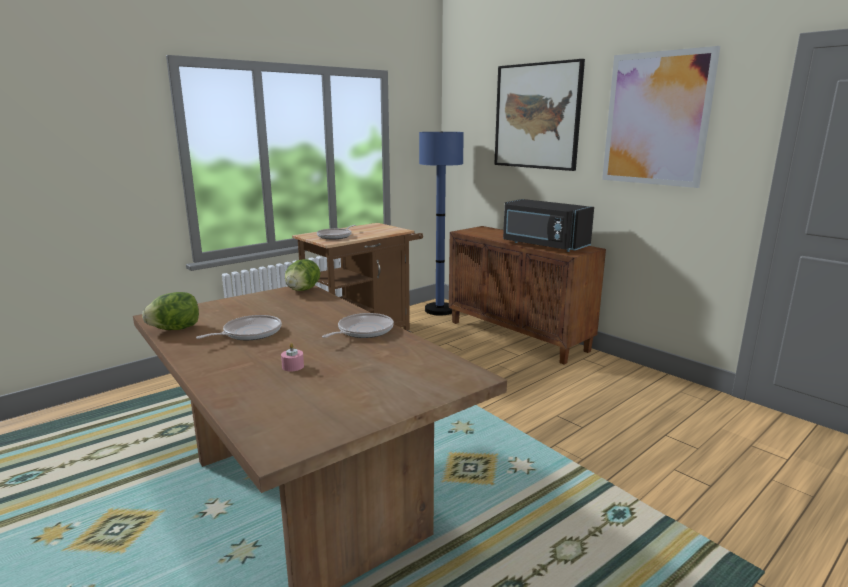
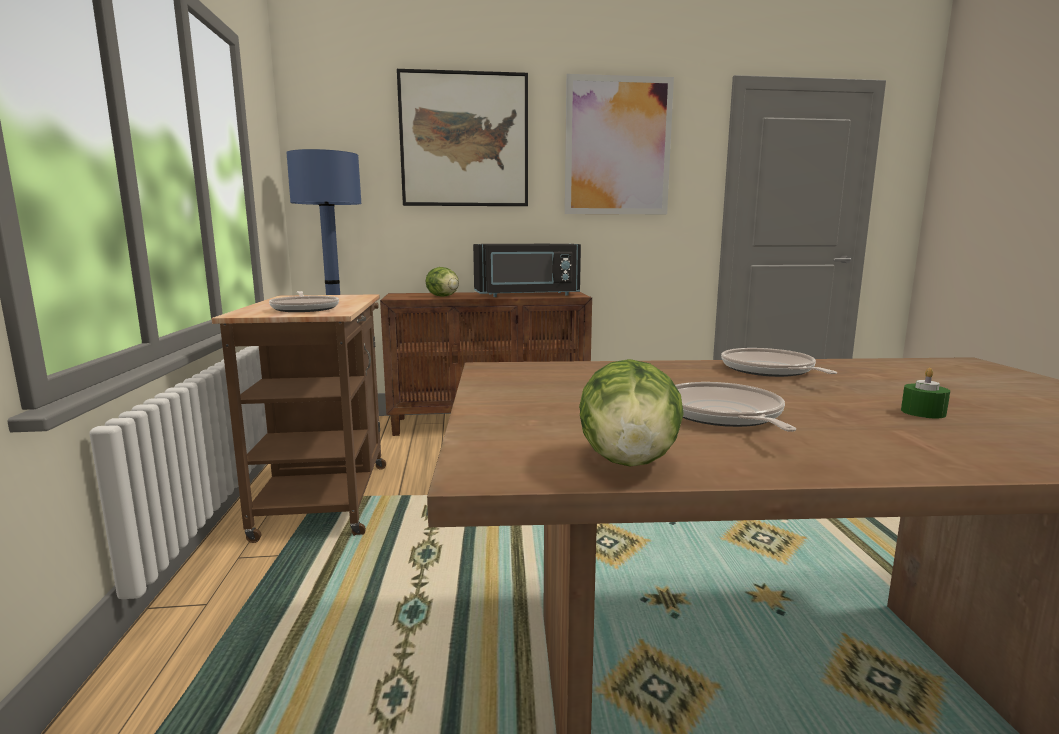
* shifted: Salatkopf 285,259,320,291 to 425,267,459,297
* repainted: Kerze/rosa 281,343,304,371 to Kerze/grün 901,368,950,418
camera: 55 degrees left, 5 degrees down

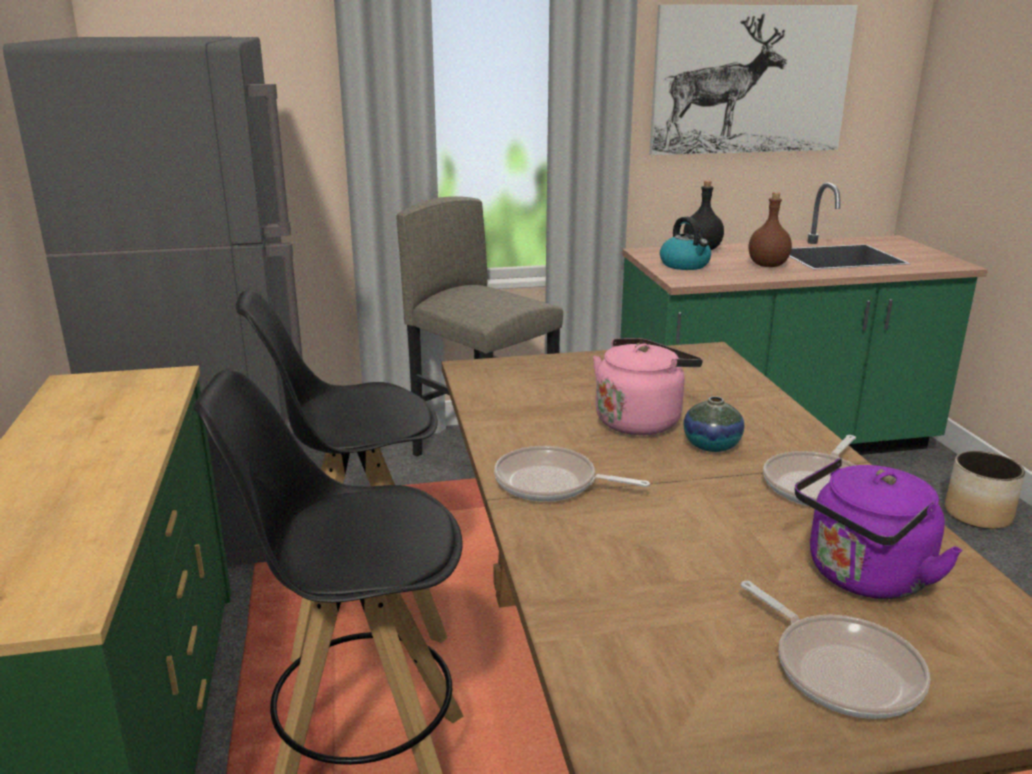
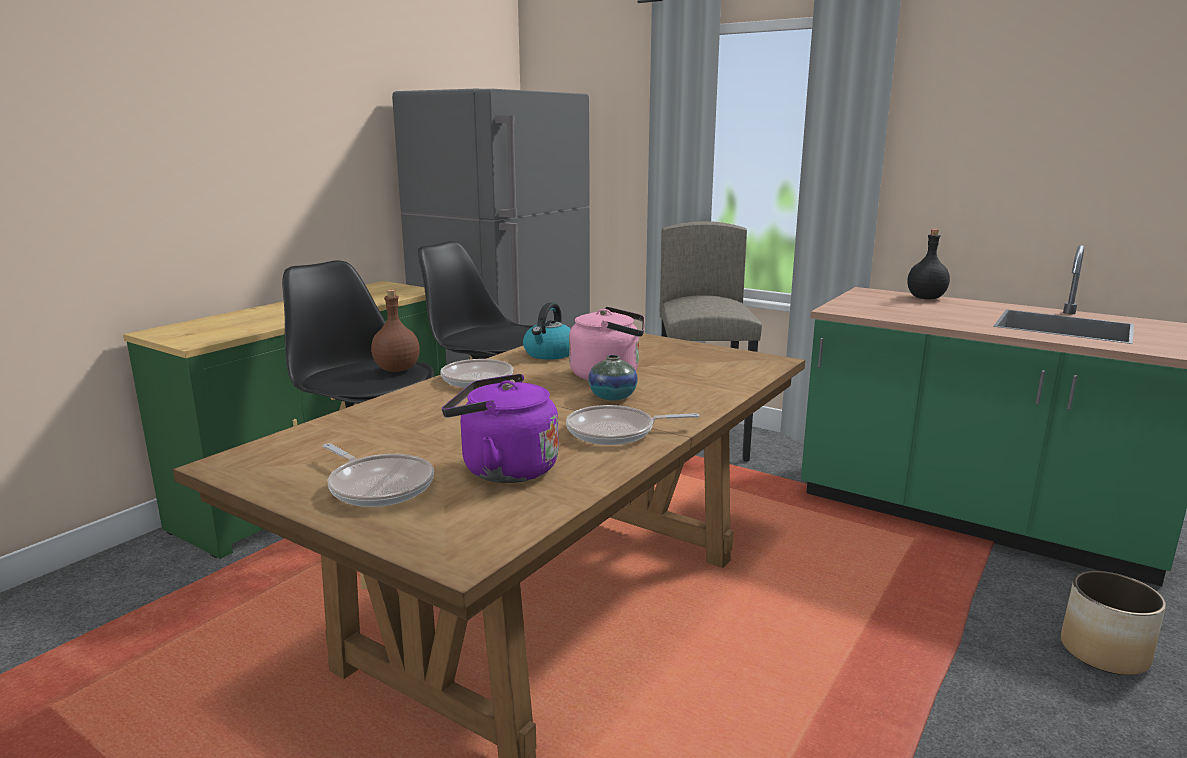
* rotated: Pfanne 741,581,930,719 = 323,443,434,507 60 degrees counterclockwise
* shifted: Flasche/braun 749,192,792,267 to 371,290,420,372
* shifted: Wasserkessel 660,217,711,270 to 523,302,571,360
* gone: Bild 649,5,858,155
camera: 45 degrees right, 5 degrees down

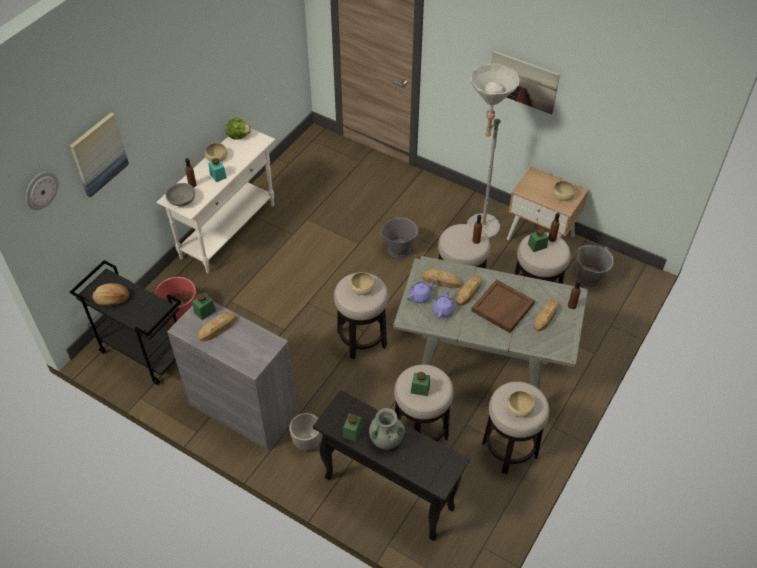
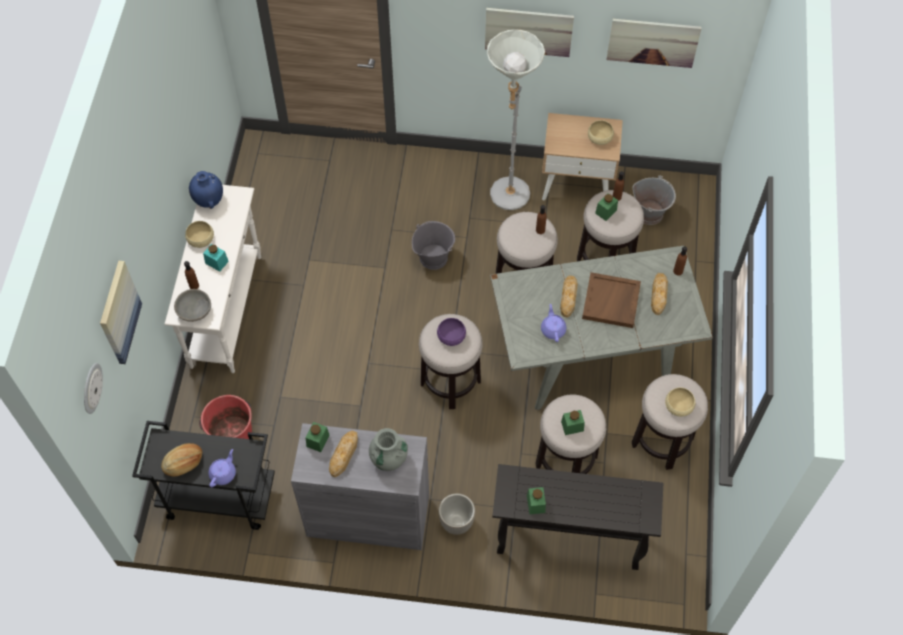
* swapped: Salatkopf 225,118,251,140 to Vase/blau 189,171,223,209
* shifted: Teekanne/lila 407,279,436,303 to 208,449,236,487
* shifted: Vase/grau 369,408,405,450 to 369,428,408,471
* repainted: Schüssel/beige 350,272,375,295 to Schüssel/lila 437,318,466,346
* new: Bild 607,19,702,68
* gone: Brot 422,269,462,288
camera: 25 degrees left, 10 degrees up

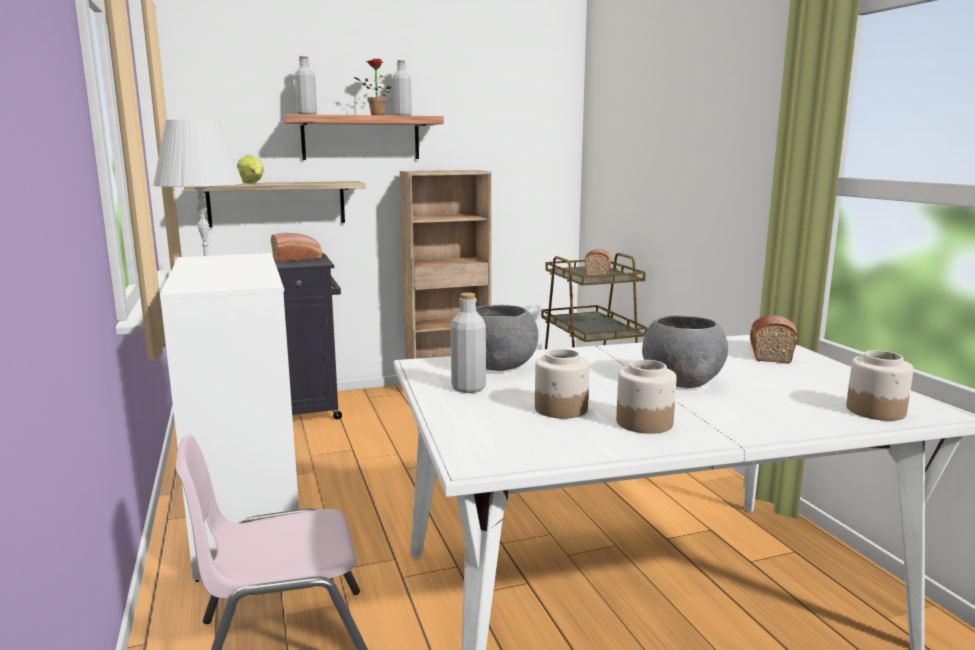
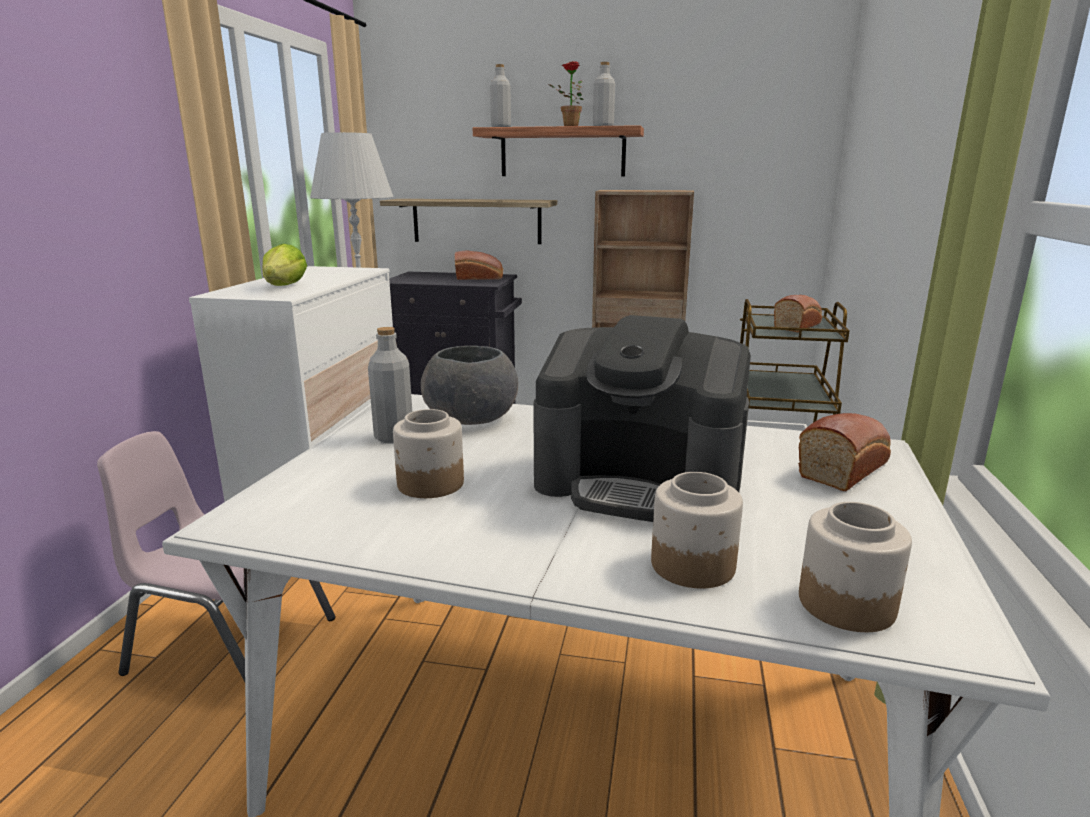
* shifted: Salatkopf 237,155,264,183 to 262,244,307,286
* swapped: Schüssel/grau 642,315,728,388 to Kaffeemaschine 533,315,751,522
* shifted: Vorratsglas 616,360,677,434 to 651,472,743,588
camera: 30 degrees right, 5 degrees up

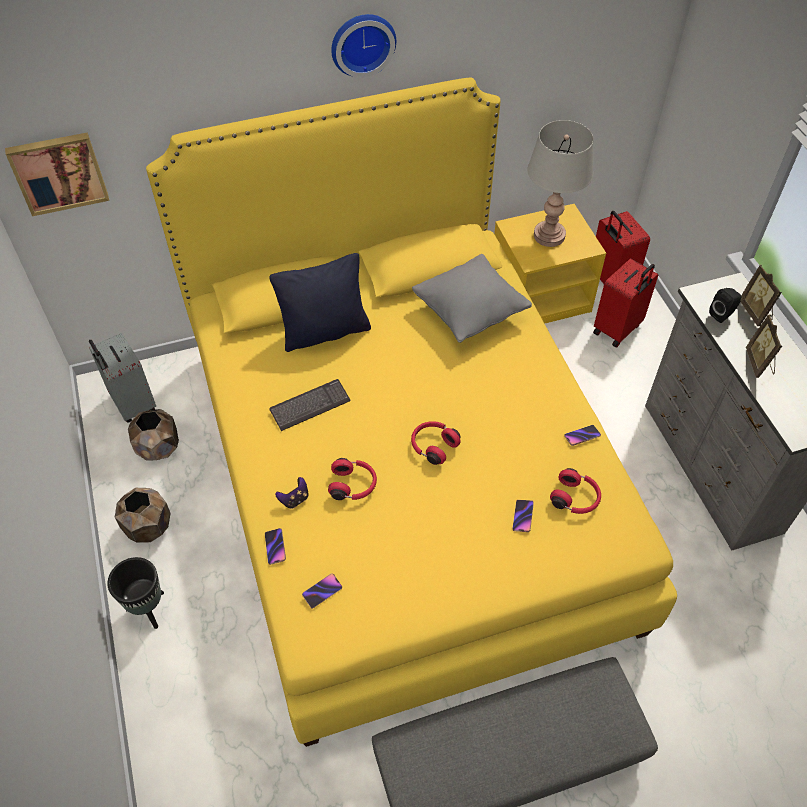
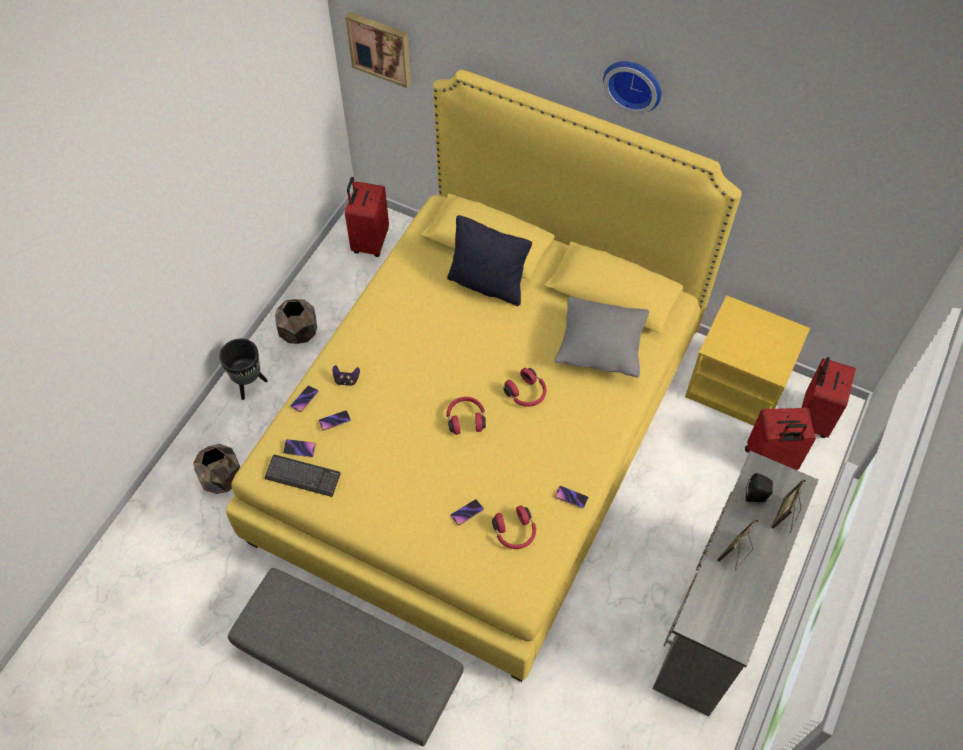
* shifted: Pflanzkübel/braun 128,409,179,461 to 193,444,240,494
* shifted: Tastatur 269,379,351,431 to 264,455,341,497
* new: Handy 319,410,351,431
* repainted: Koffer/grau 89,333,156,423 to Koffer/rot 345,177,389,257
* shifted: Kopfhörer/rot 328,458,377,500 to 503,368,546,407
* gone: Tischlampe/grau 527,120,594,247
camera: 45 degrees right, 5 degrees up

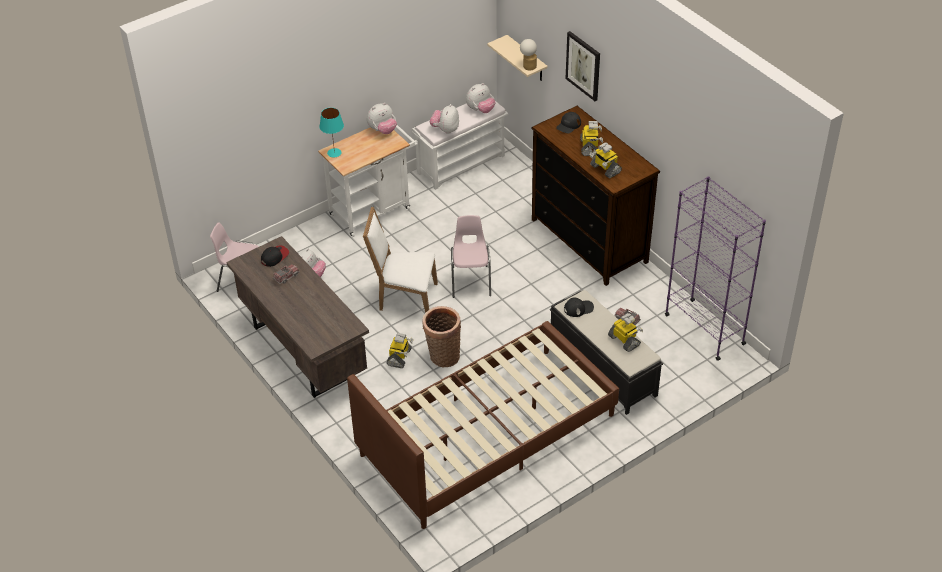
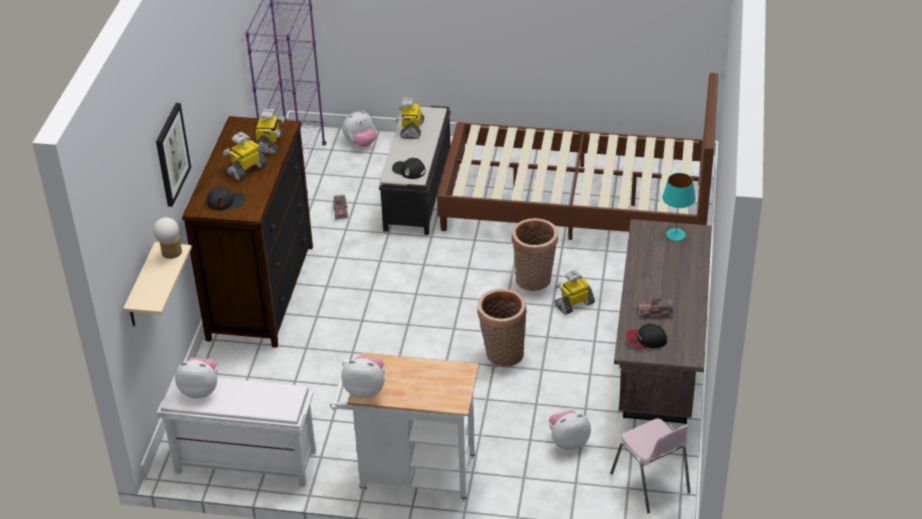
* shifted: Plüschtier 430,104,459,134 to 343,110,377,147
* swapped: Stuhl/weiß 363,207,438,313 to Korb 477,289,527,367
* shifted: Tischlampe/türkis 319,108,344,157 to 662,173,696,241
* gone: Stuhl/rosa 451,215,491,298
camera: 135 degrees left, 5 degrees down

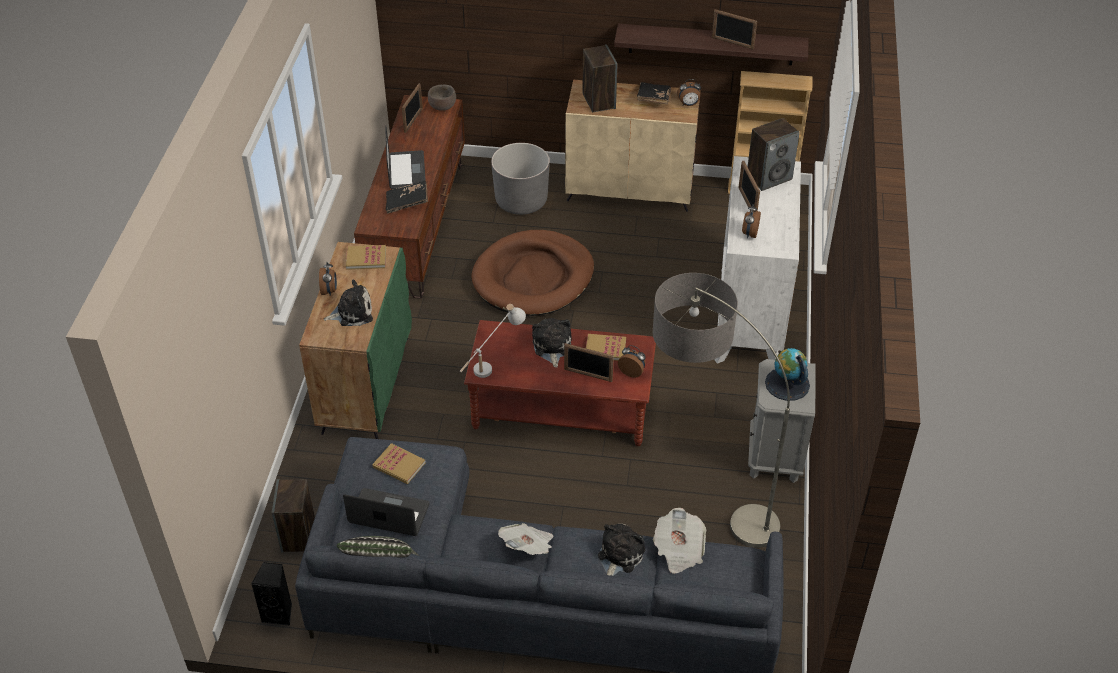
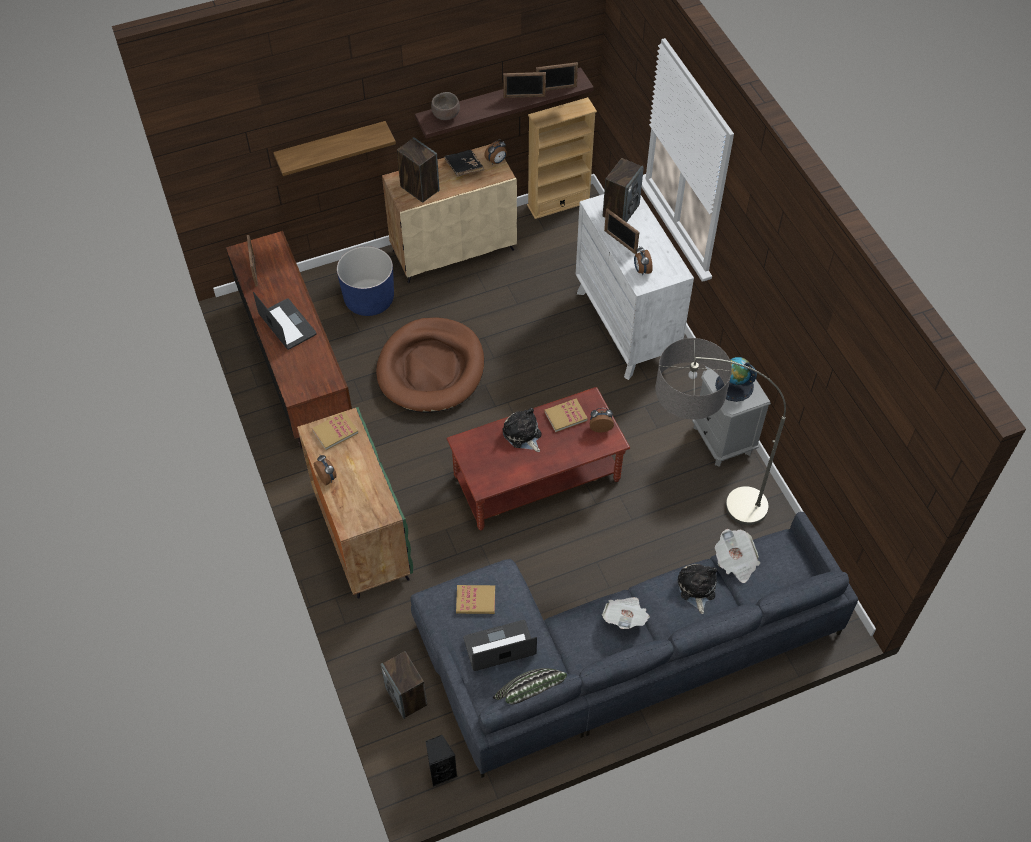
* new: Wandregal 273,121,396,176
* repainted: Pflanzkübel/grau 491,143,550,215 to Pflanzkübel/blau 337,246,394,316
* shifted: Schüssel/braun 428,85,456,111 to 431,92,460,120
* shifted: Bilderrahmen 564,343,614,382 to 536,62,578,91
* gone: Plüschtier 324,280,373,326
* gone: Buch/schwarz 386,181,428,214
* gone: Tischlampe/weiß 460,304,526,378
camera: 30 degrees left, 10 degrees up

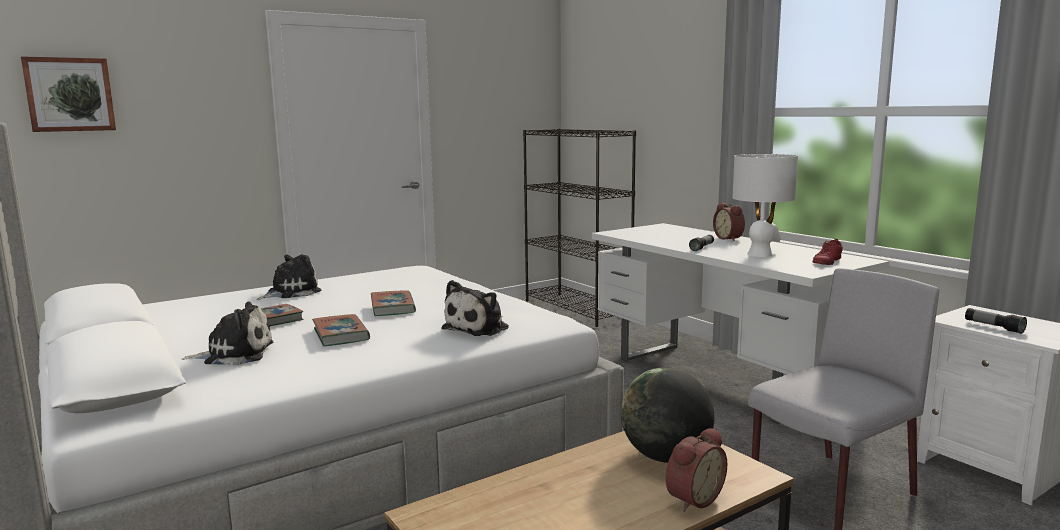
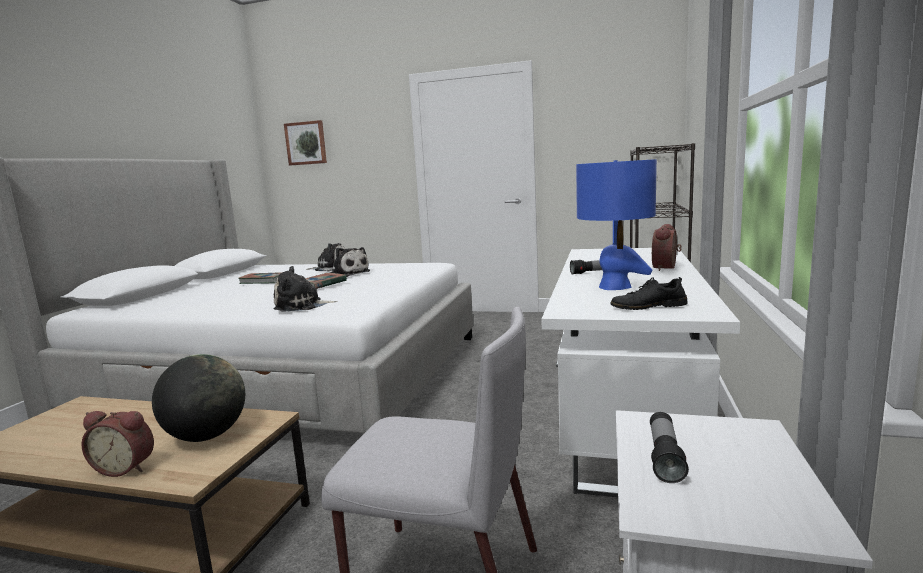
* shifted: Plüschtier 182,302,274,365 to 330,247,370,277
* repainted: Tischlampe/weiß 732,154,798,257 to Tischlampe/blau 576,159,657,290
* repainted: Schuh/rot 813,239,843,265 to Schuh/schwarz 610,277,688,310
* gone: Buch 312,314,370,346
camera: 50 degrees right, 0 degrees up

